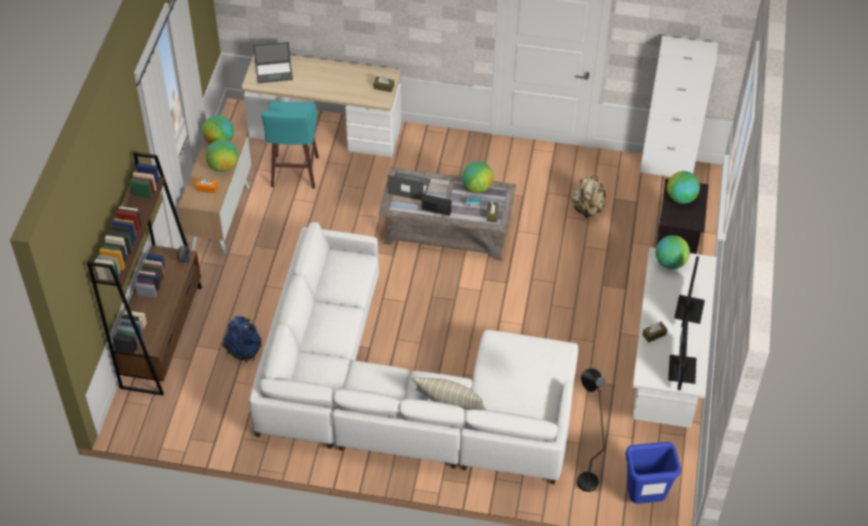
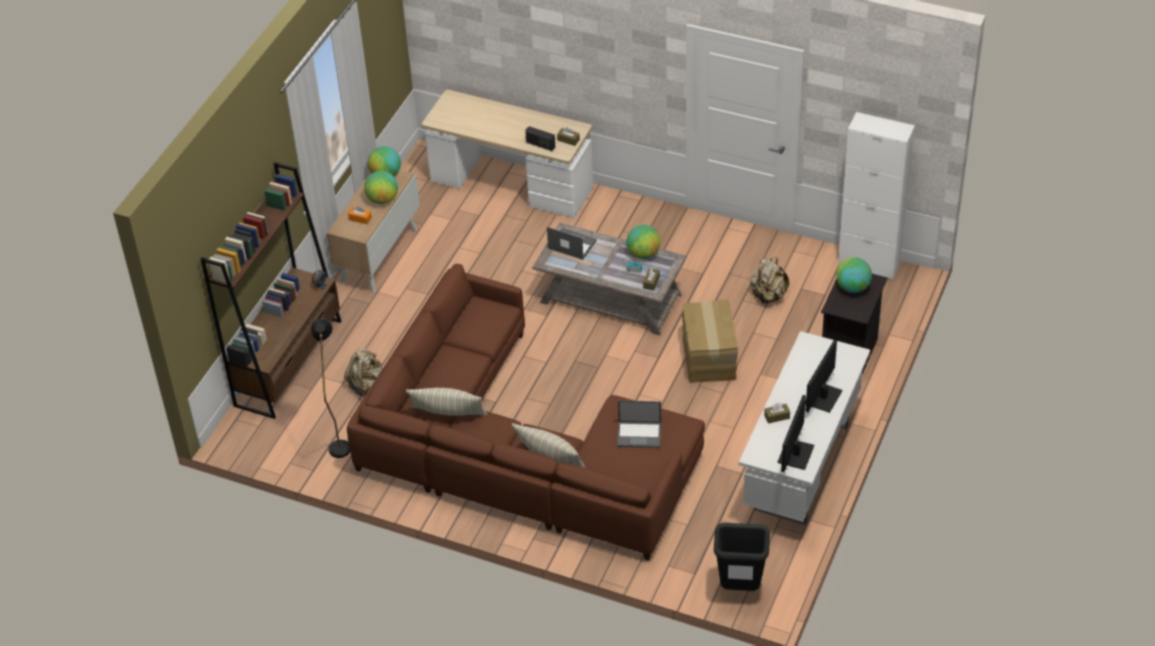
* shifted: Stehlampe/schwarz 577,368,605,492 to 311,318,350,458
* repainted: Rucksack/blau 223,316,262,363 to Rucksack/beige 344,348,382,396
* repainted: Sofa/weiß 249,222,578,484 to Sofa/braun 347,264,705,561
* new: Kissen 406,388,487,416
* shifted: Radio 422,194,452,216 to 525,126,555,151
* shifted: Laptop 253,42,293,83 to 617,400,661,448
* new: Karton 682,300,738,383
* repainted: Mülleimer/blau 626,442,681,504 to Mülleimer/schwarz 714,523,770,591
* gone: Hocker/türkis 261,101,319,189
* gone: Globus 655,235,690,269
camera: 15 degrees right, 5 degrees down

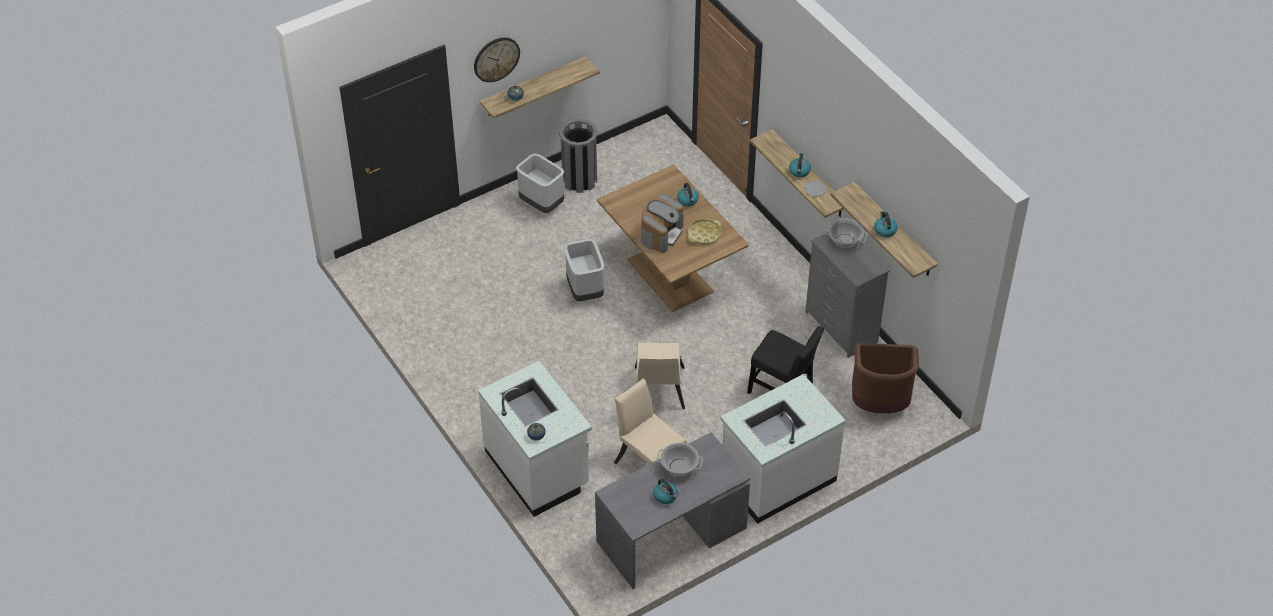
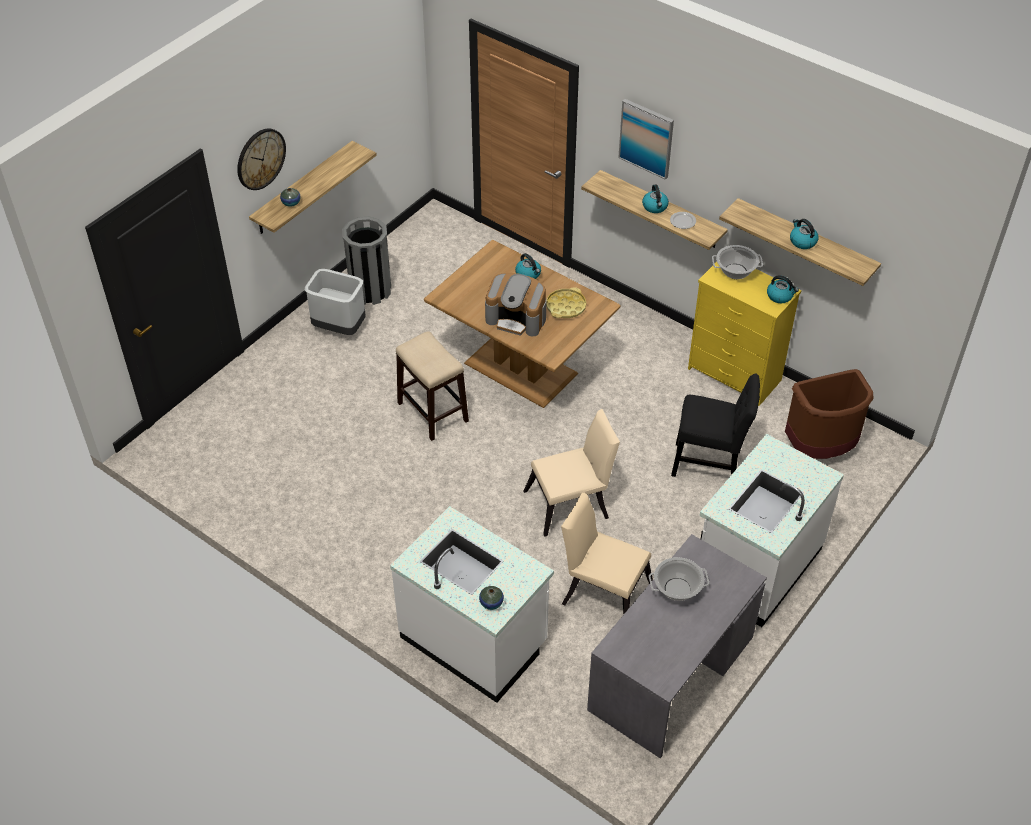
* swapped: Mülleimer/grau 564,239,604,301 to Hocker 396,331,469,441
* rotated: Kaffeemaschine 641,194,684,253 = 485,273,546,337 105 degrees clockwise
* rotated: Stuhl/beige 635,343,685,409 = 523,409,620,537 90 degrees counterclockwise
* new: Bild 618,99,674,180
* repainted: Kommode/grau 805,232,890,358 to Kommode/gelb 688,262,801,406
* shifted: Wasserkessel 653,479,678,504 to 767,275,799,303
camera: 20 degrees left, 0 degrees up

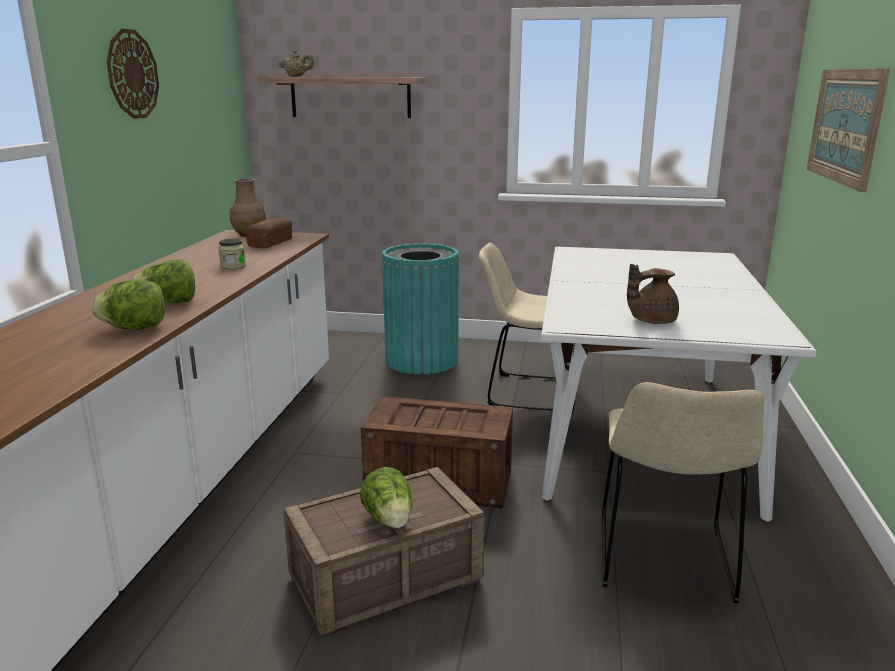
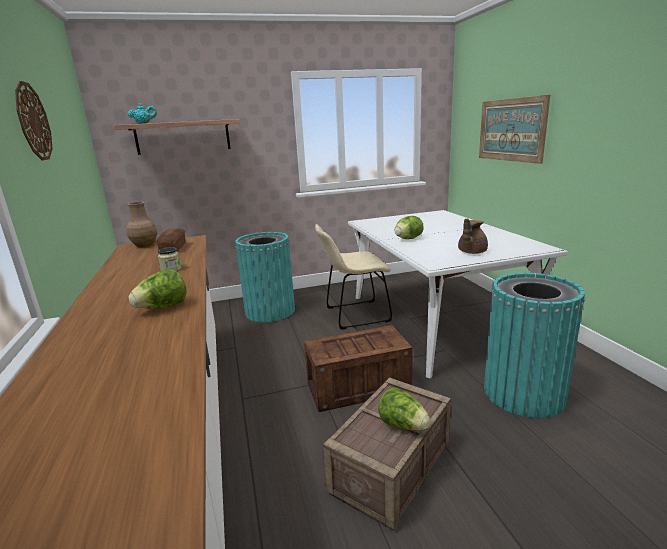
* repainted: Teekanne/beige 278,50,314,77 to Teekanne/türkis 128,103,157,124
* shifted: Salatkopf 92,279,165,330 to 395,216,424,239
* swapped: Stuhl/beige 602,382,764,603 to Mülleimer/türkis 484,273,585,418
camera: 25 degrees left, 0 degrees up

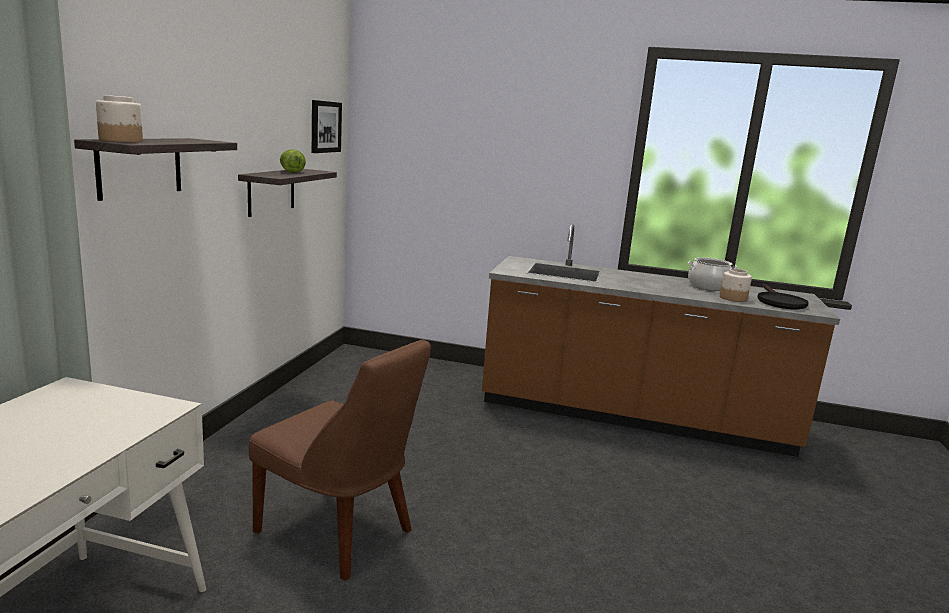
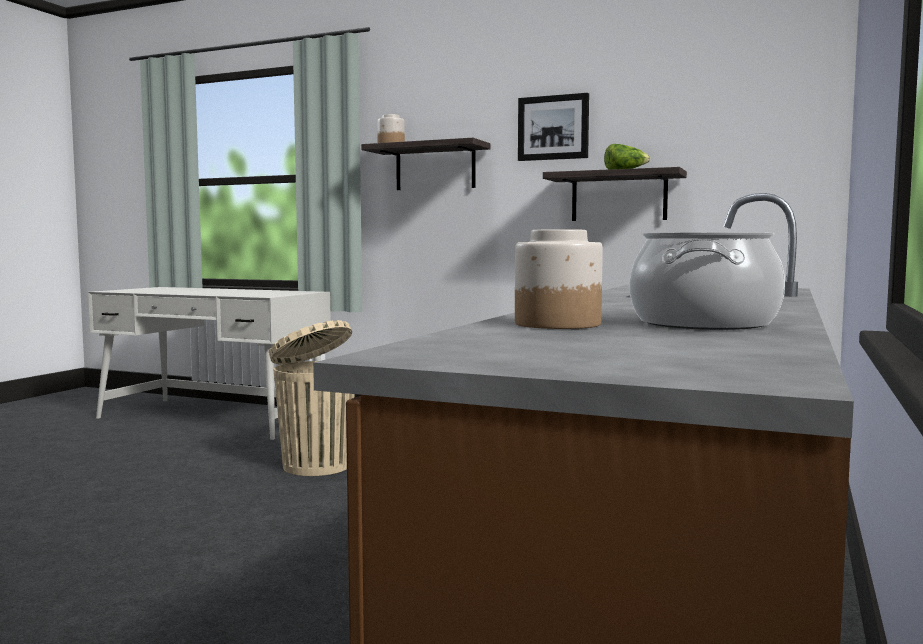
* swapped: Stuhl/braun 249,339,431,581 to Mülleimer/beige 269,320,355,476
* shifted: Bild 312,100,342,153 to 518,93,589,161
* gone: Pfanne/schwarz 757,284,809,310
camera: 100 degrees right, 10 degrees down

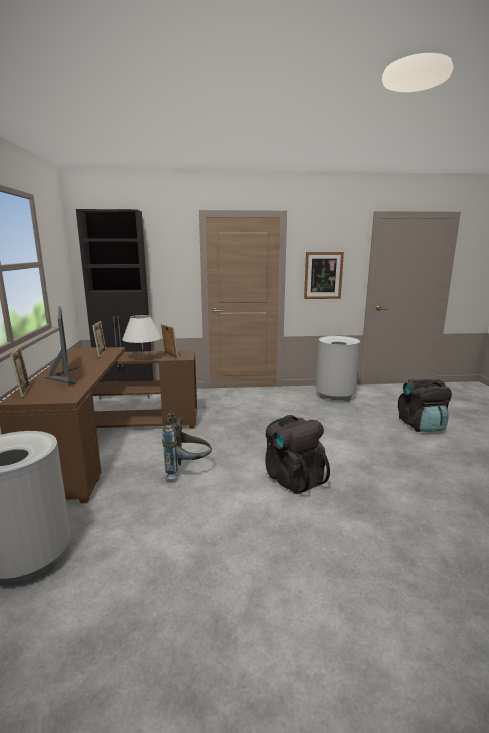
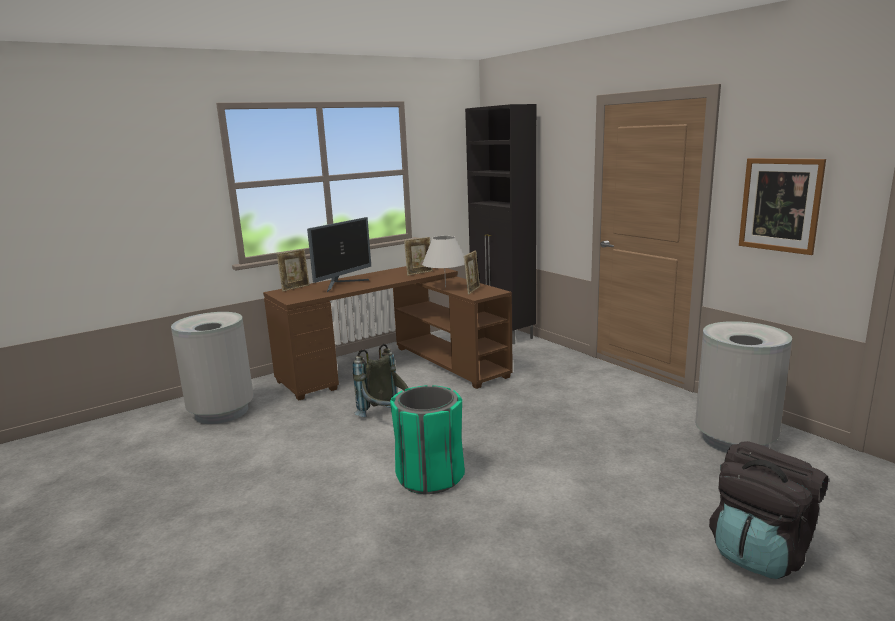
* swapped: Rucksack/schwarz 265,415,330,494 to Mülleimer/grün 390,385,465,494
camera: 60 degrees right, 0 degrees up

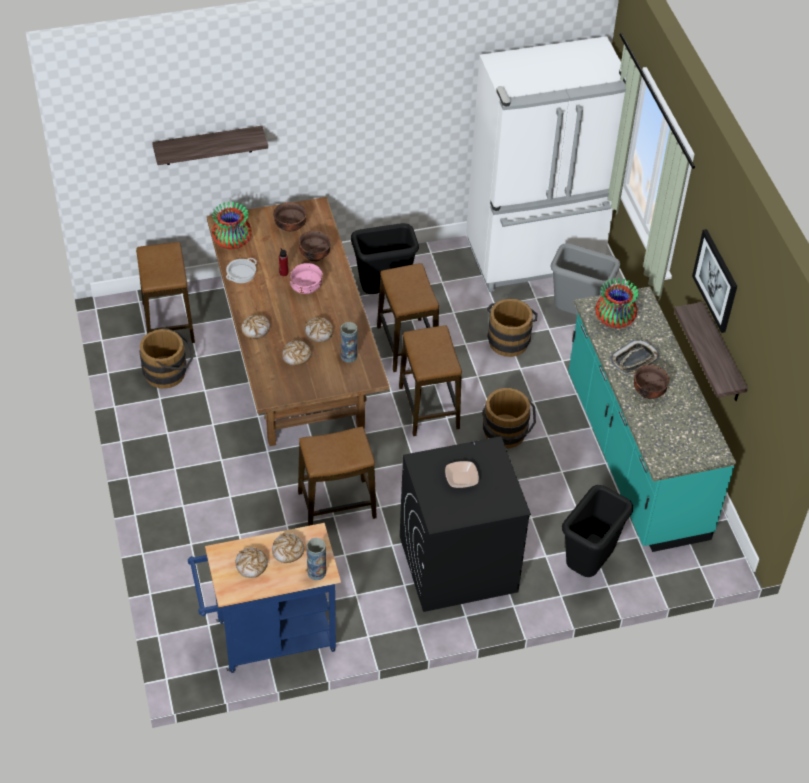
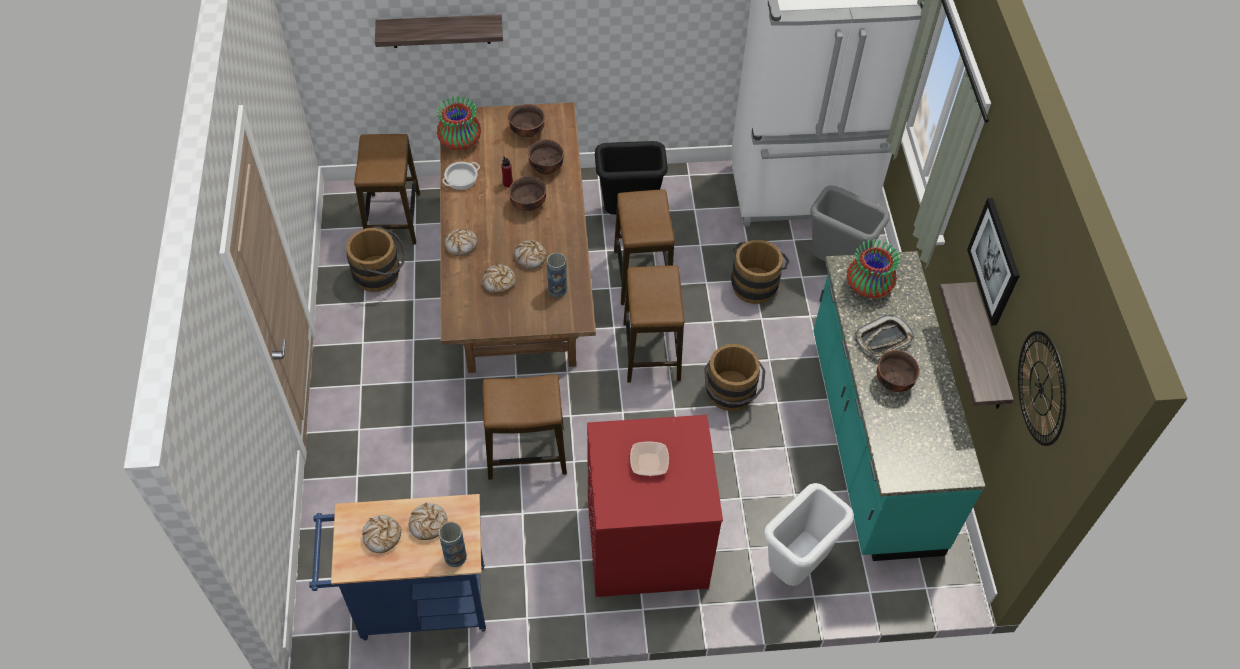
* repainted: Schüssel/rosa 289,263,323,294 to Schüssel/braun 509,176,546,211
* repainted: Waschmaschine/schwarz 400,436,531,612 to Waschmaschine/rot 587,415,723,597
* repainted: Mülleimer/schwarz 562,485,633,577 to Mülleimer/weiß 764,483,854,586
* new: Wanduhr 1018,331,1066,446
camera: 10 degrees right, 5 degrees up

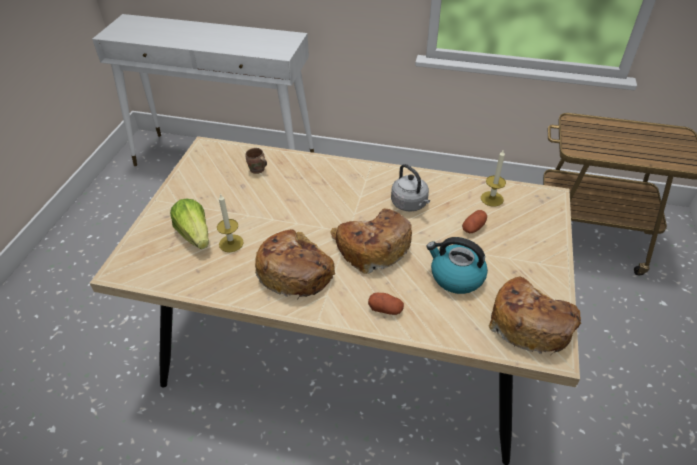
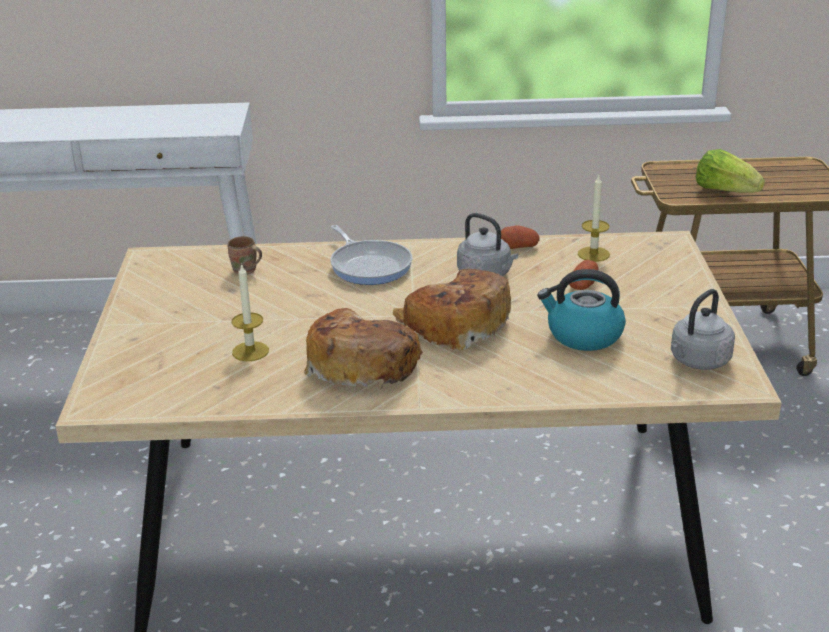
* new: Pfanne 331,225,412,285
* shifted: Kartoffel 368,292,404,315 to 501,225,540,249
* swapped: Brot 489,277,581,355 to Wasserkessel/grau 671,289,735,370
* shifted: Salatkopf 170,199,209,249 to 696,149,765,193
camera: 15 degrees left, 15 degrees down

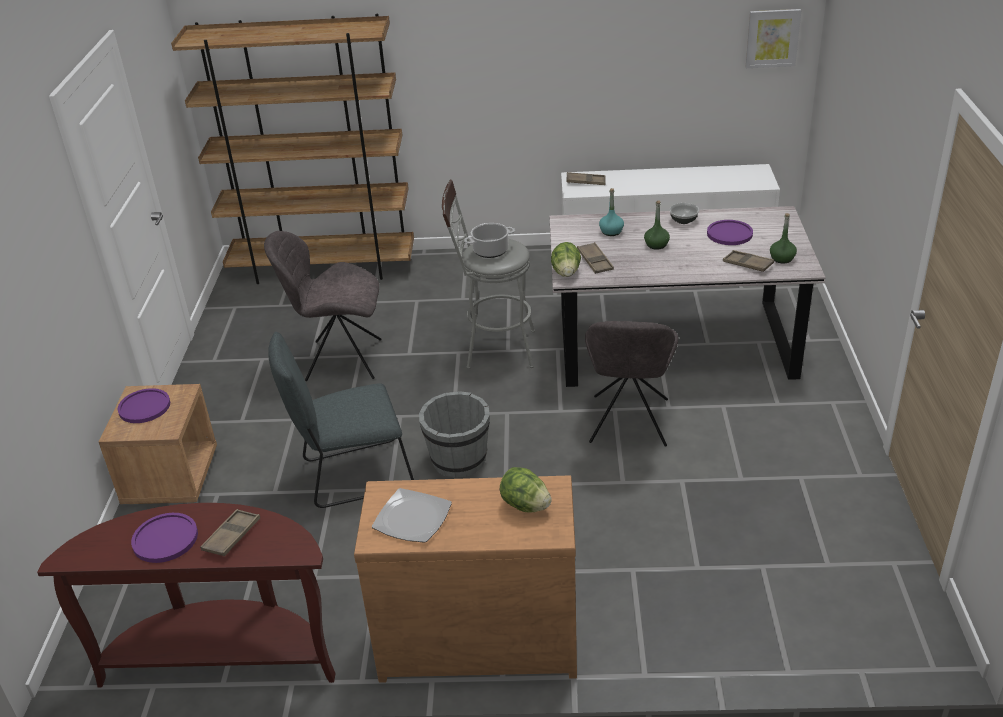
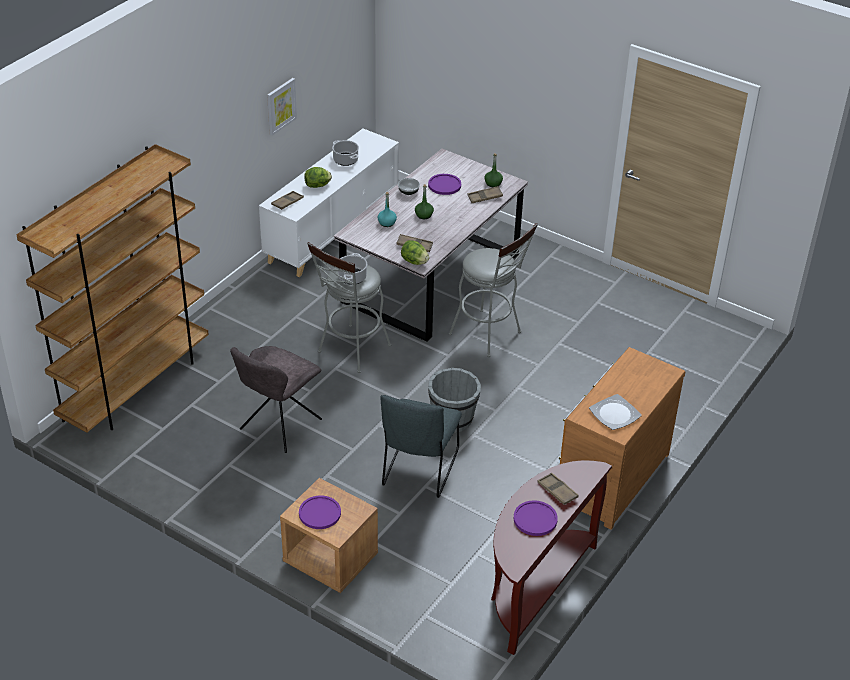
* shifted: Bild 746,9,801,68 to 267,78,297,136
* shifted: Salatkopf 500,467,552,512 to 304,167,332,188
* new: Kochtopf 332,140,359,166
* swapped: Stuhl/grau 585,321,678,447 to Hocker/grau 449,223,538,357
camera: 60 degrees left, 5 degrees up

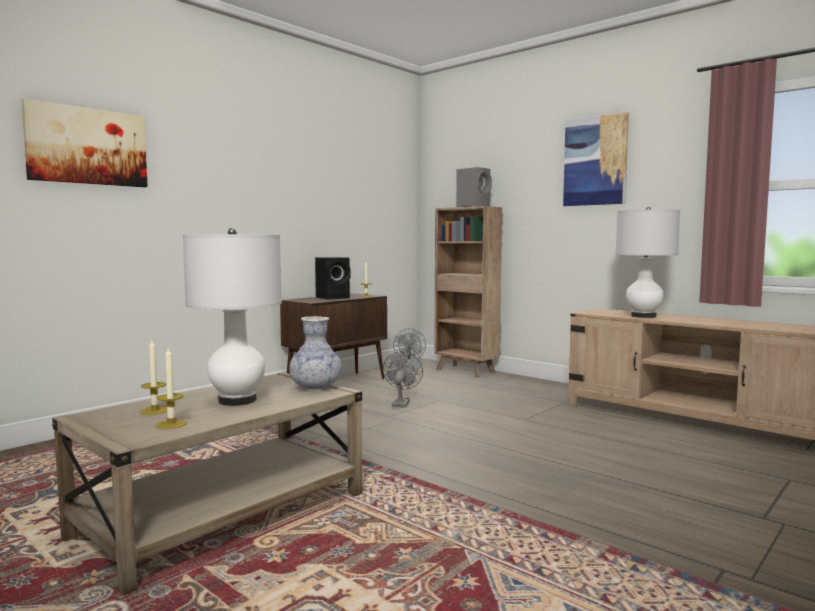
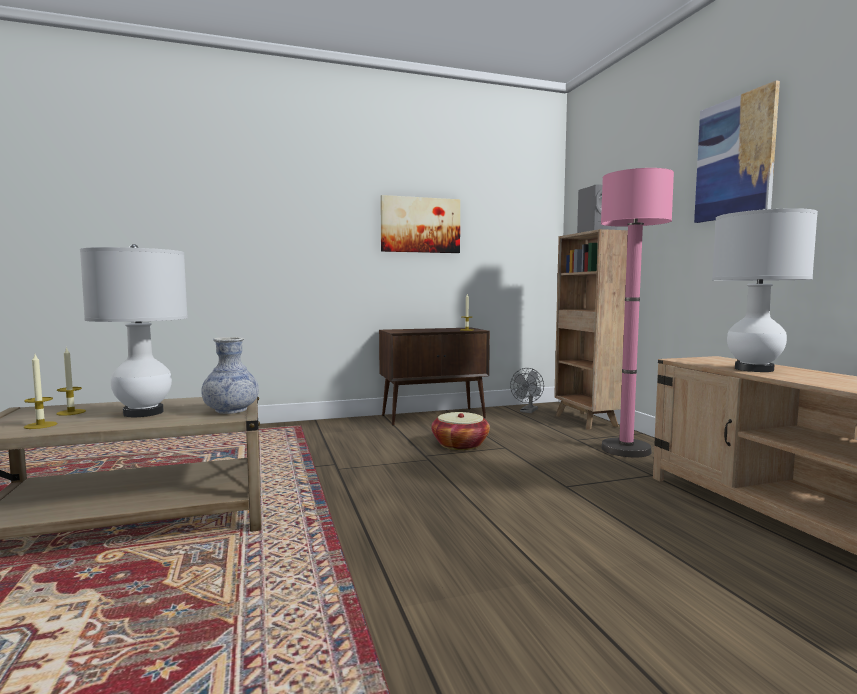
* shifted: Bild 22,98,148,187 to 380,195,460,253
* swapped: Ventilator/grau 383,351,423,408 to Korb 431,412,490,450
* new: Stehlampe/rosa 601,168,674,457
* gone: Lautsprecher/schwarz 315,257,351,300
camera: 30 degrees right, 0 degrees up

